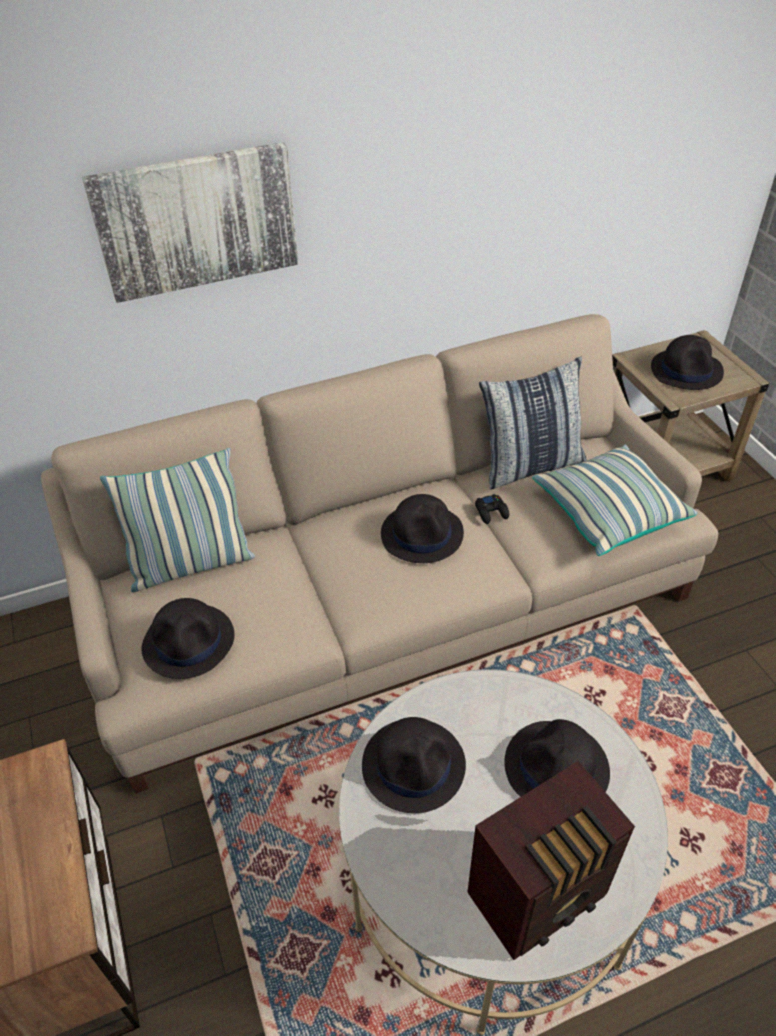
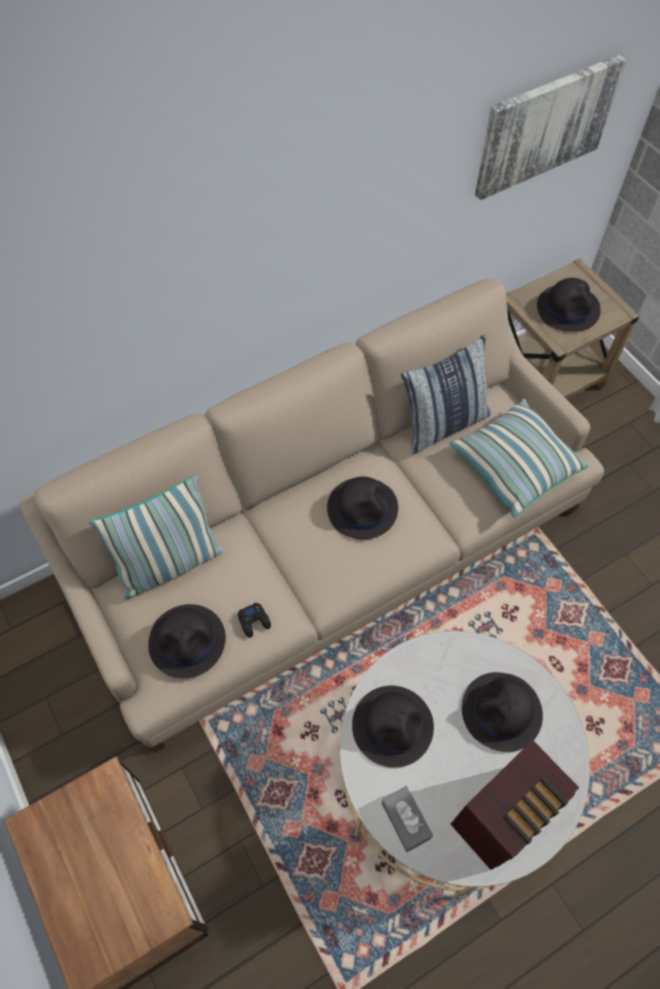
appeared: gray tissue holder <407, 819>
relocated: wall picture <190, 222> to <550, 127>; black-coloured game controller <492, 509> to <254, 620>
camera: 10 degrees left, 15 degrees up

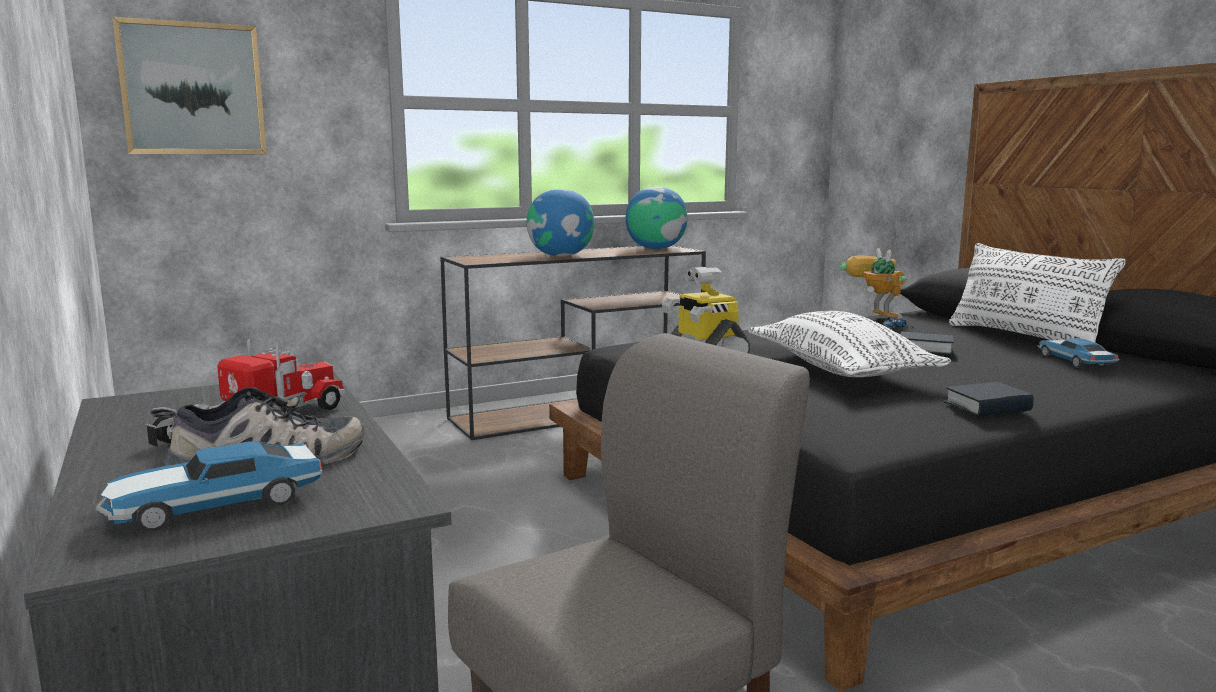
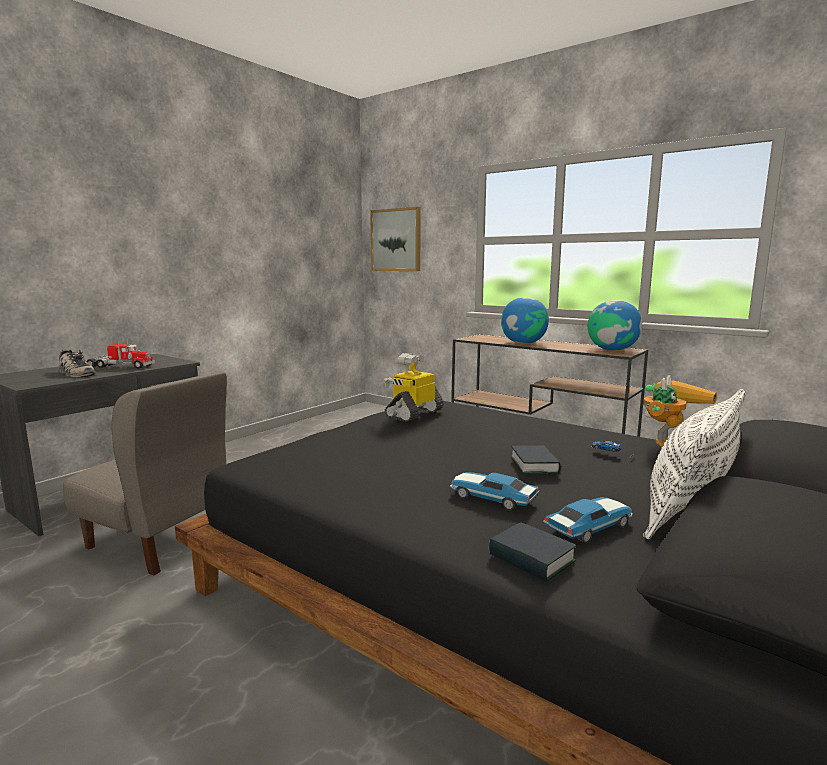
missing: whitish throw pillow <849, 344>
relocated: model car <209, 486> to <494, 491>; bound book <989, 399> to <533, 552>
camera: 65 degrees right, 0 degrees up

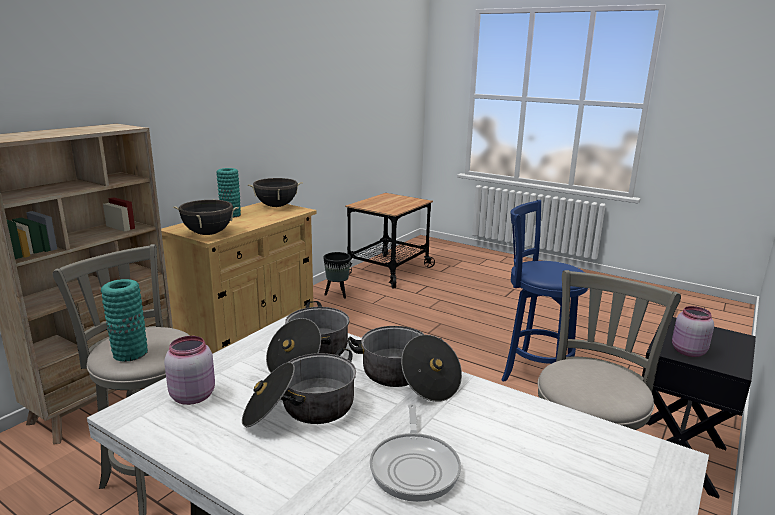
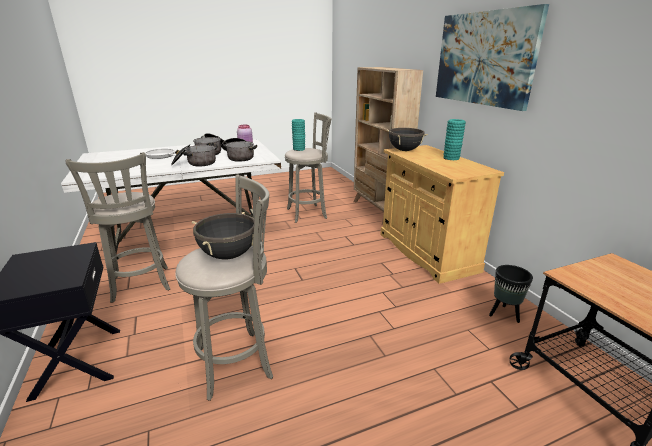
missing: pink-coloured storage jar <693, 331>
appeared: wall picture <492, 57>
relocated: black-coloured saucepot <275, 192> to <223, 235>
colour: blue-coloured stool seat <544, 291> to gray stool seat <224, 288>
camera: 125 degrees right, 5 degrees up

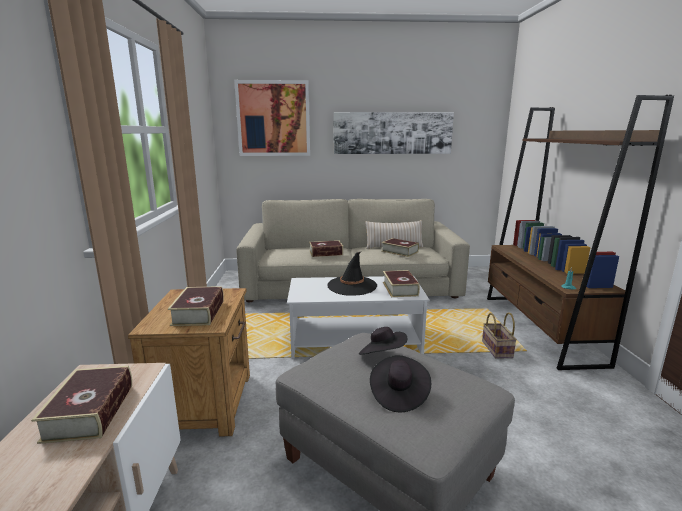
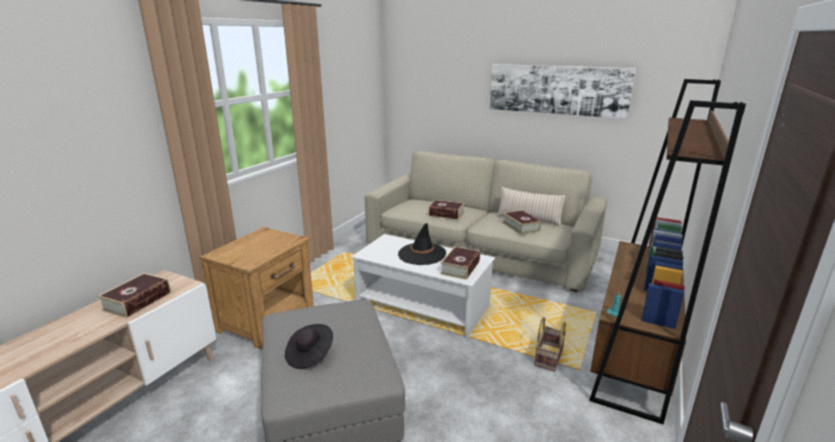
missing: bound book <196, 306>; wall picture <272, 118>; black-coloured clothing hat <383, 341>
camera: 30 degrees right, 5 degrees up

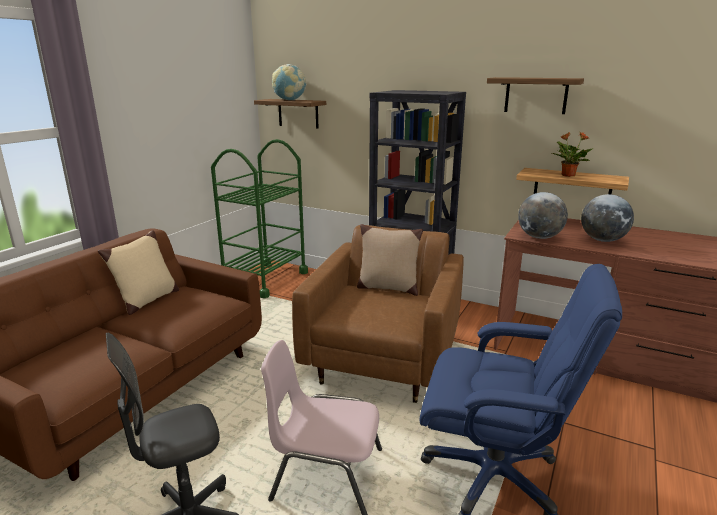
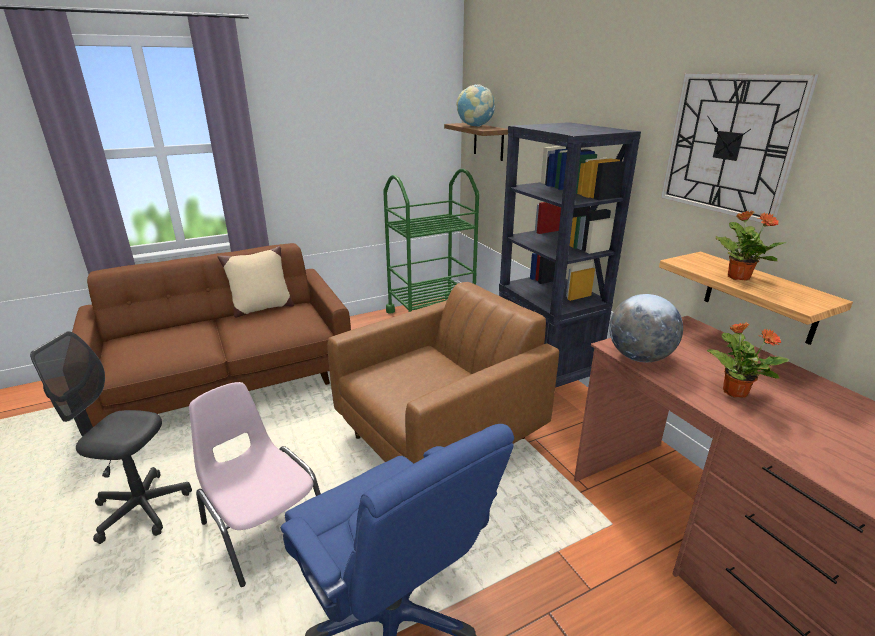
missing: sand-coloured throw pillow <390, 260>
exchanged: shelf <535, 95> to wall clock <740, 148>; world globe <607, 218> to houseplant <748, 360>
camera: 35 degrees right, 5 degrees up

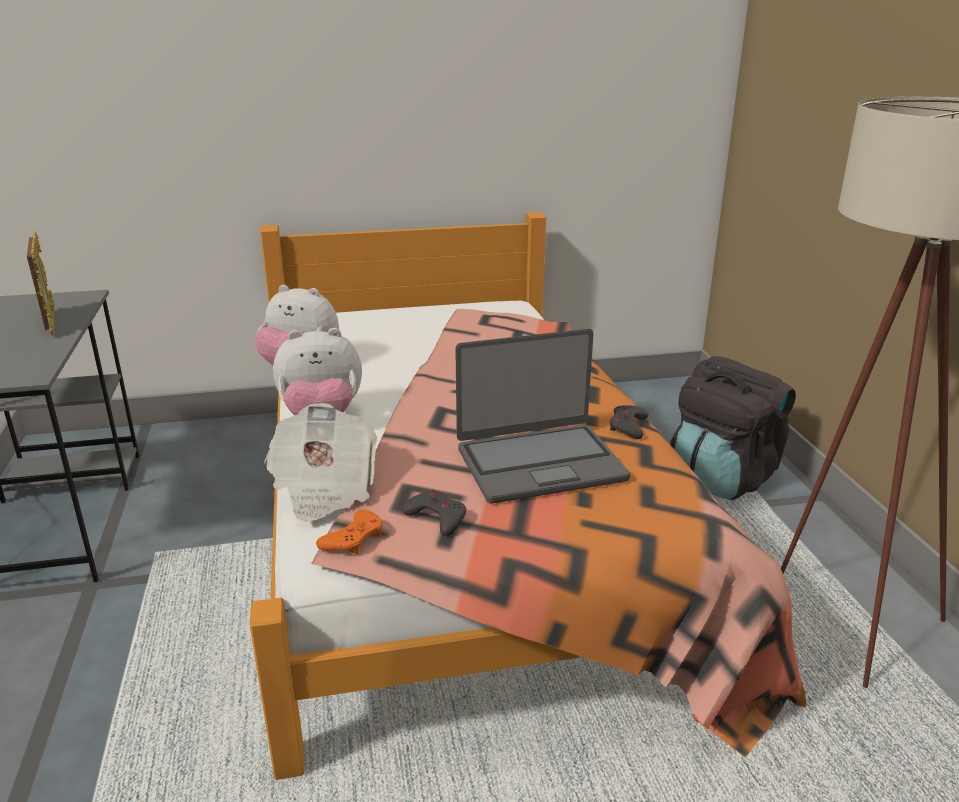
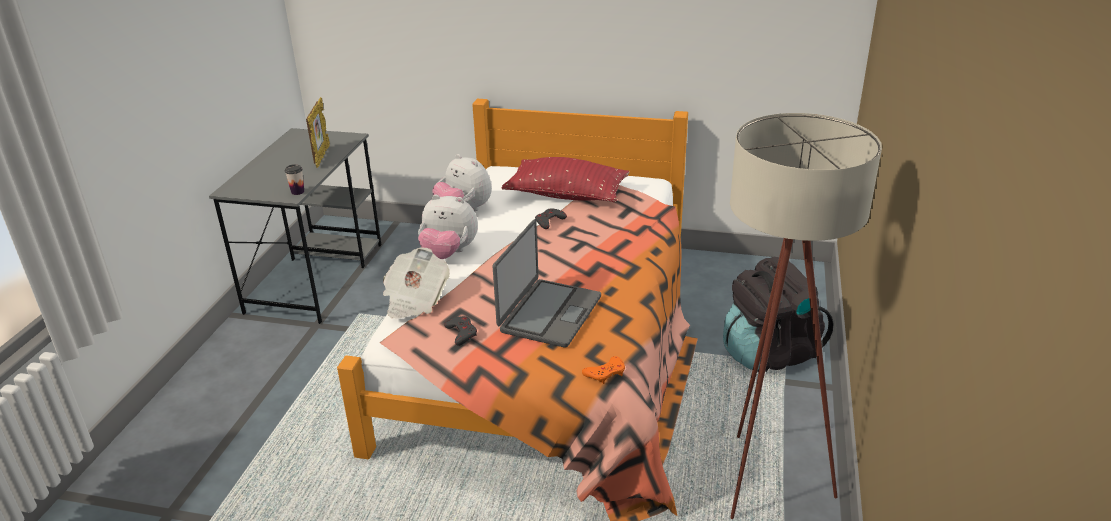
appeared: cup <294, 179>; reddish throw pillow <565, 179>
relocated: orangey game controller <349, 532> to <603, 370>; gray game controller <629, 422> to <551, 218>
spun: laptop <542, 416> = <546, 283> 75 degrees counterclockwise
camera: 25 degrees right, 5 degrees up

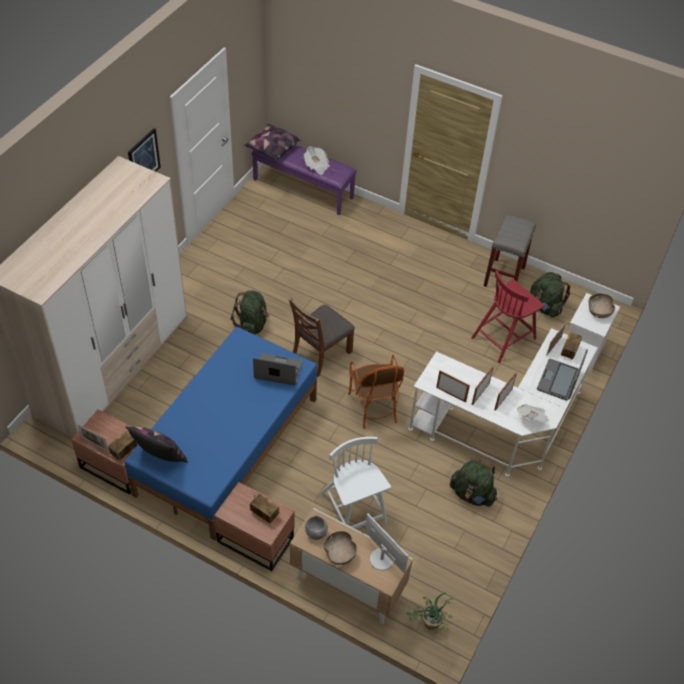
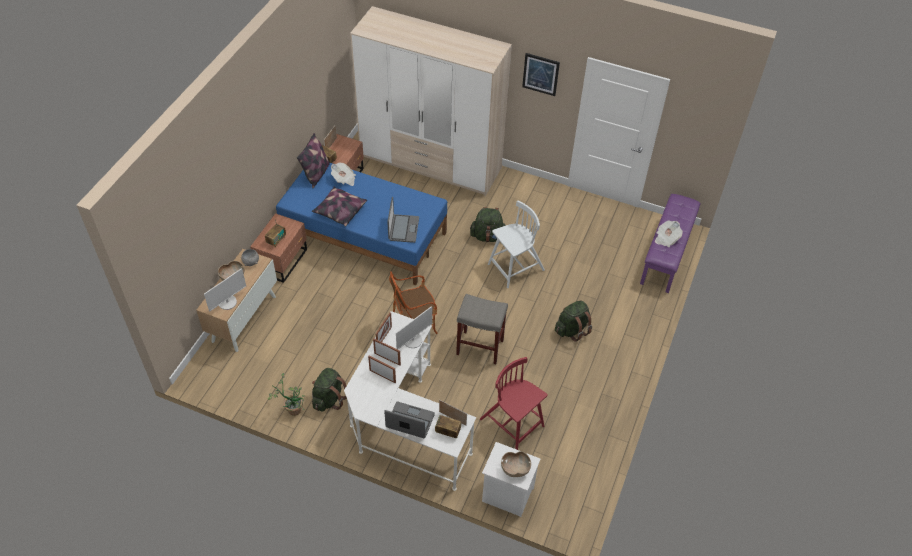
missing: brownish chair <322, 337>
appeared: monitor <414, 328>
relocated: throw pillow <272, 143> to <339, 207>; whitish chair <355, 483> to <516, 244>; houseplant <430, 611> to <286, 394>; gray stool seat <509, 251> to <482, 329>; printed paper <532, 413> to <343, 174>; greenish knapsack <550, 295> to <573, 321>
camera: 85 degrees right, 0 degrees up

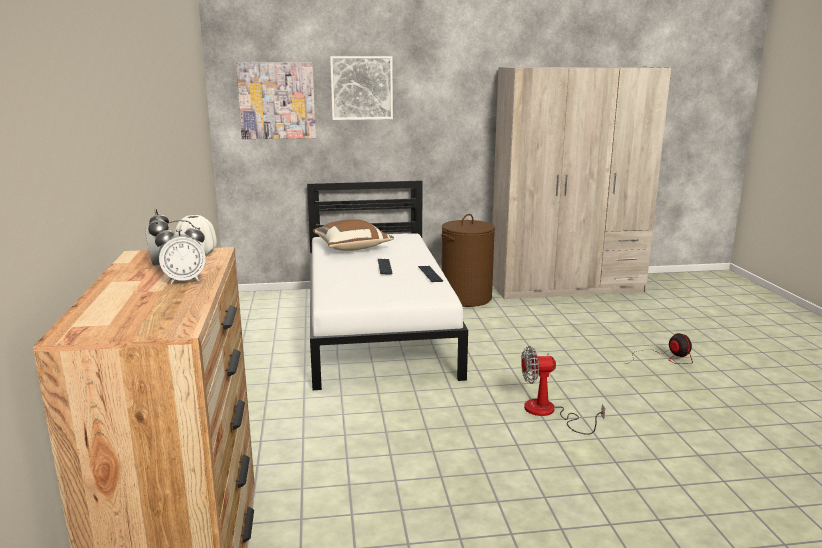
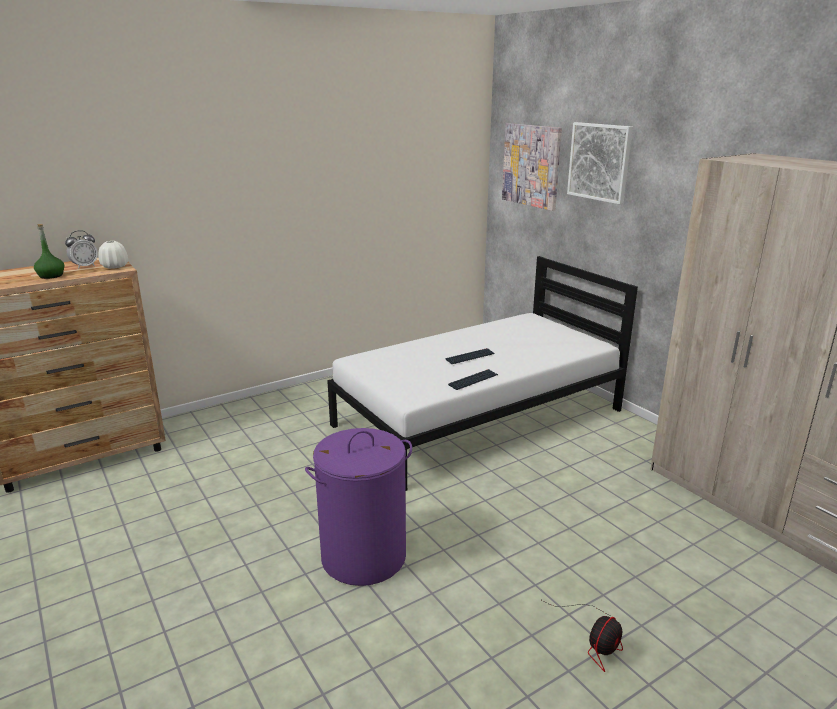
missing: brownish throw pillow <353, 235>; brownish laundry basket <468, 260>
exchanged: table clock <180, 252> to greenish bottle <49, 251>; cooling fan <563, 390> to purple laundry basket <358, 507>
camera: 65 degrees right, 5 degrees up

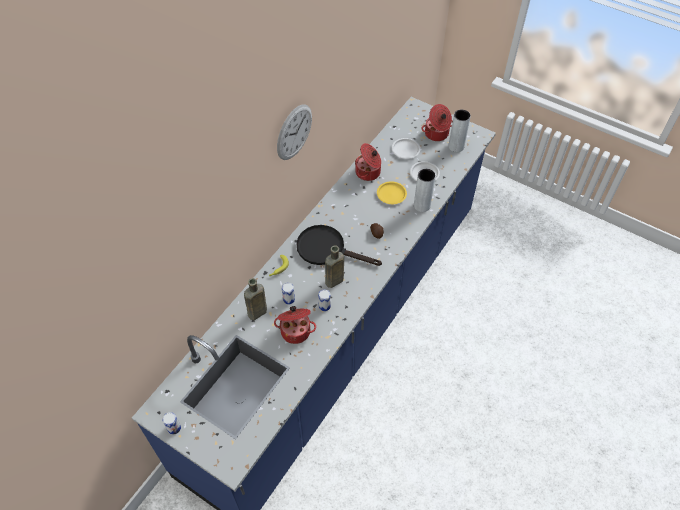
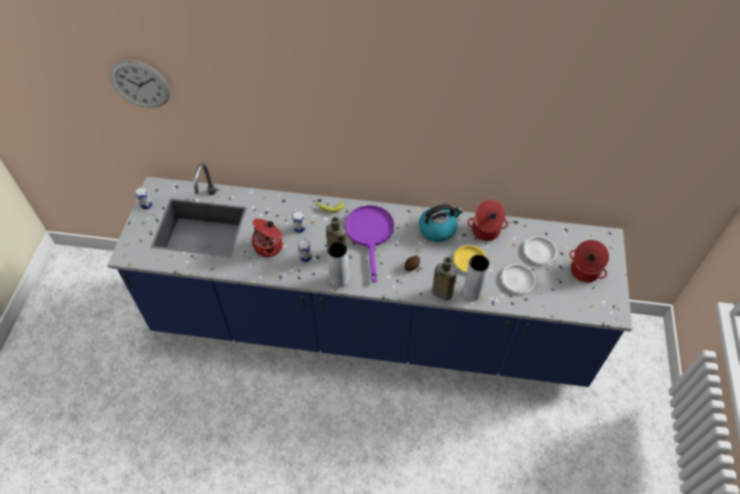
appeared: tea kettle <441, 223>
relocated: brownish bottle <255, 299> to <444, 278>; wall clock <294, 132> to <140, 84>; gray flower vase <459, 131> to <338, 264>
colour: black-coloured pan <339, 245> to purple pan <369, 244>
camera: 65 degrees right, 0 degrees up

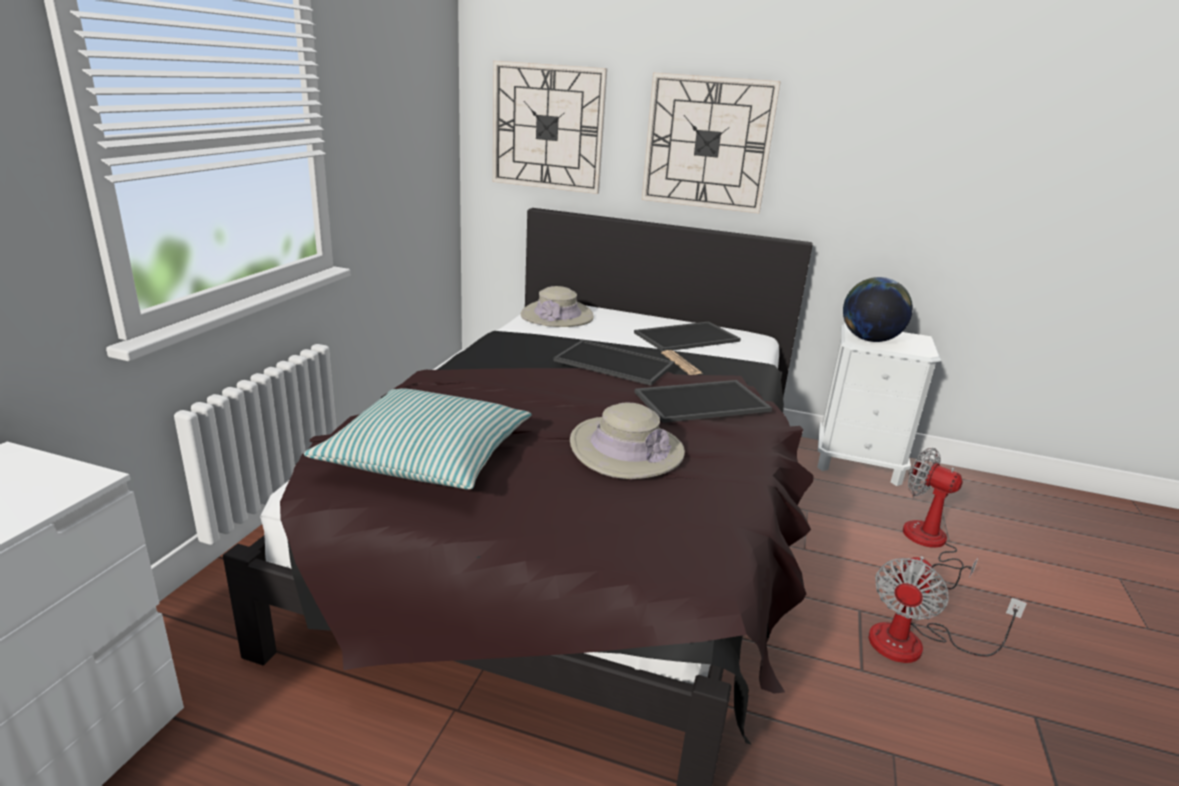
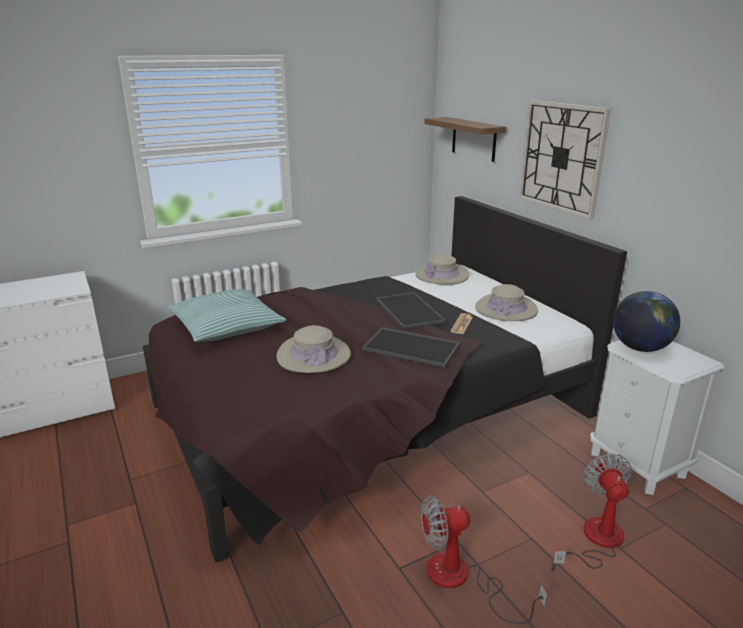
exchanged: wall clock <550, 127> to shelf <465, 139>; tray <687, 336> to sand-coloured clothing hat <506, 302>
camera: 45 degrees right, 0 degrees up

